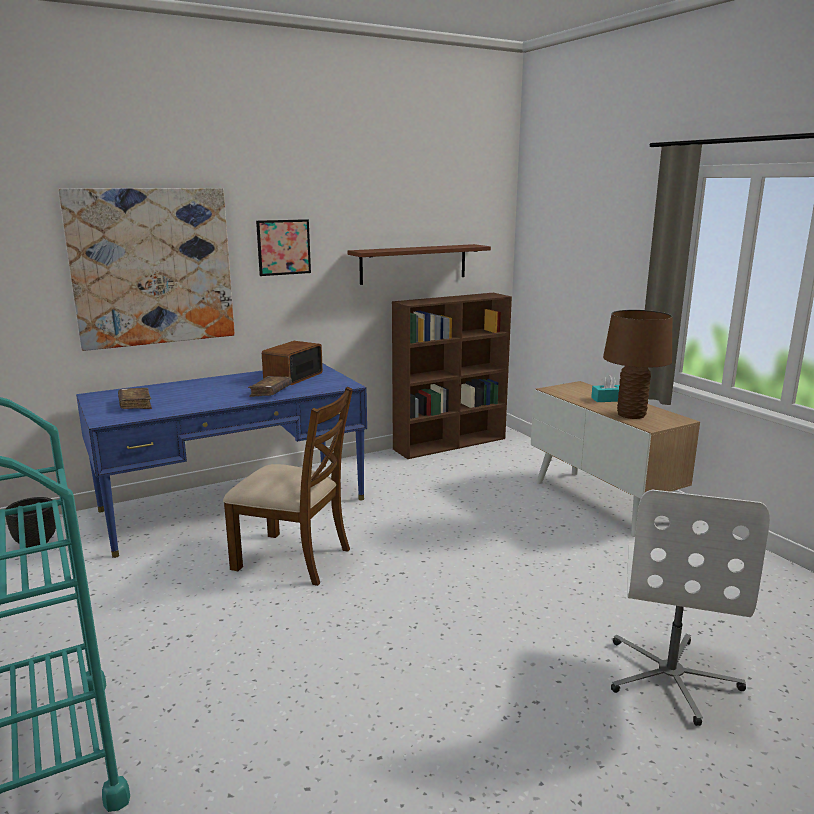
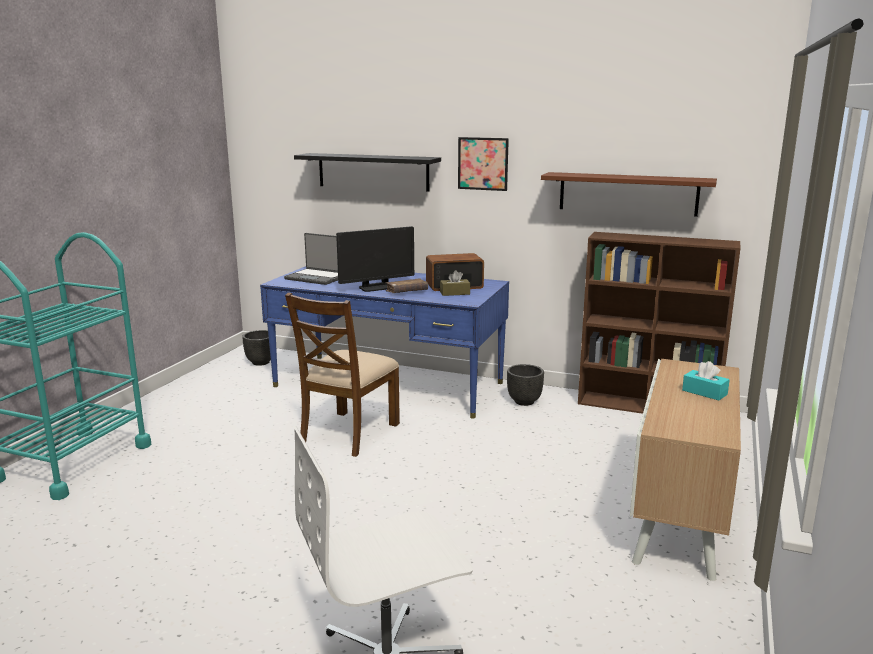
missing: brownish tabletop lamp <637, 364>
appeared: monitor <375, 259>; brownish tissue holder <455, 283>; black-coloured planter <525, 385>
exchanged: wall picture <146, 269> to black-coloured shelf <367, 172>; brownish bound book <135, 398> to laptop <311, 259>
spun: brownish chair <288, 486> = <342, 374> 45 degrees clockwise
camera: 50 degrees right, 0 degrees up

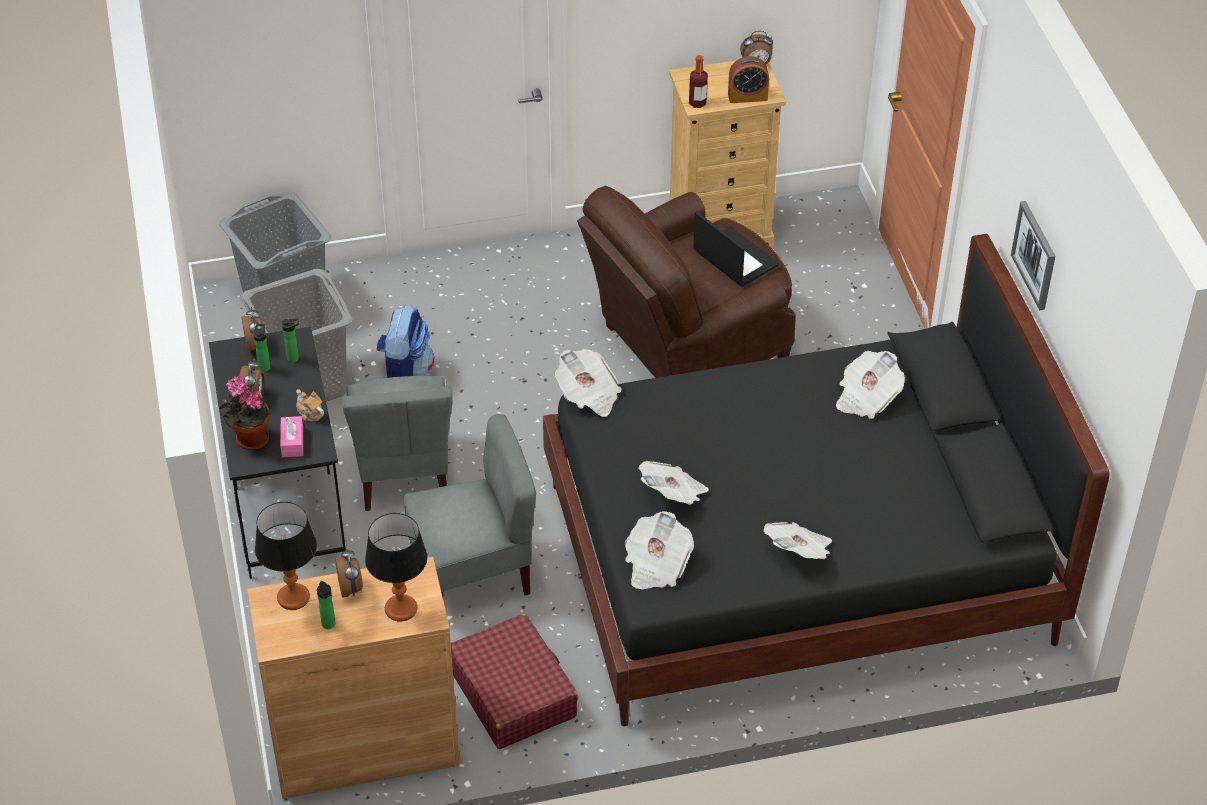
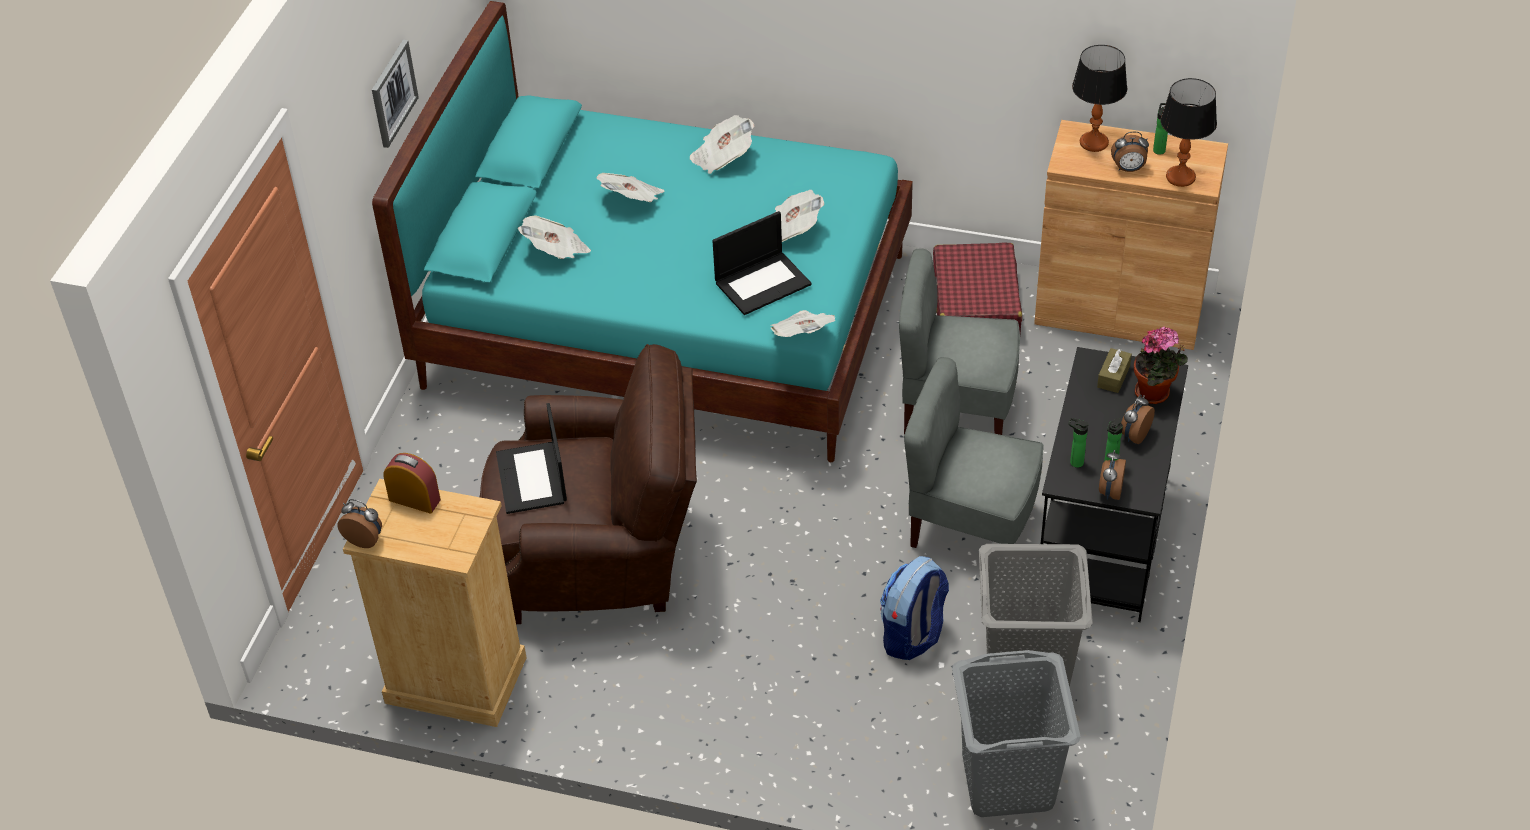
missing: teapot <310, 405>; bottle <698, 81>
appeared: laptop <761, 263>
relocated: printed paper <659, 550> to <631, 187>
colour: pink-coloured tissue holder <291, 436> to brownish tissue holder <1114, 370>; black-coloured bed <826, 480> to turquoise-coloured bed <642, 231>
spun: table clock <349, 573> = <1130, 152> 105 degrees counterclockwise; gray chair <397, 443> = <974, 452> 90 degrees counterclockwise
camera: 150 degrees left, 0 degrees up

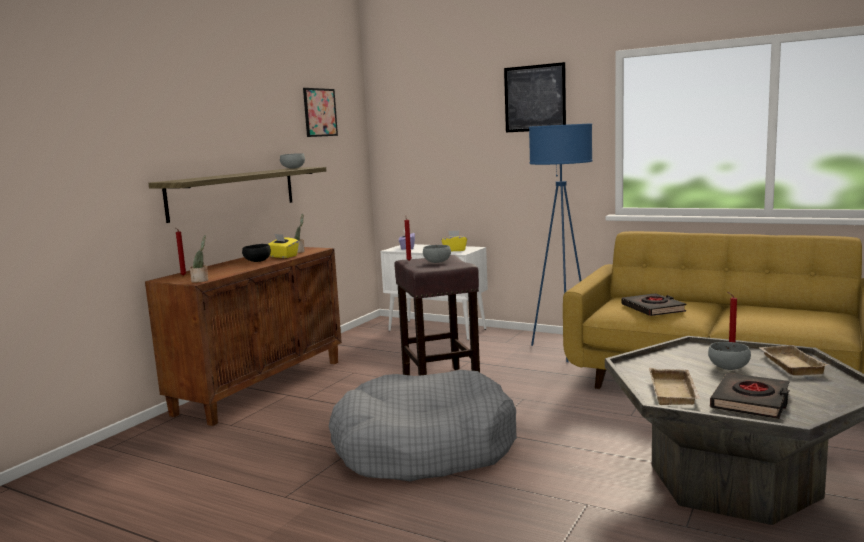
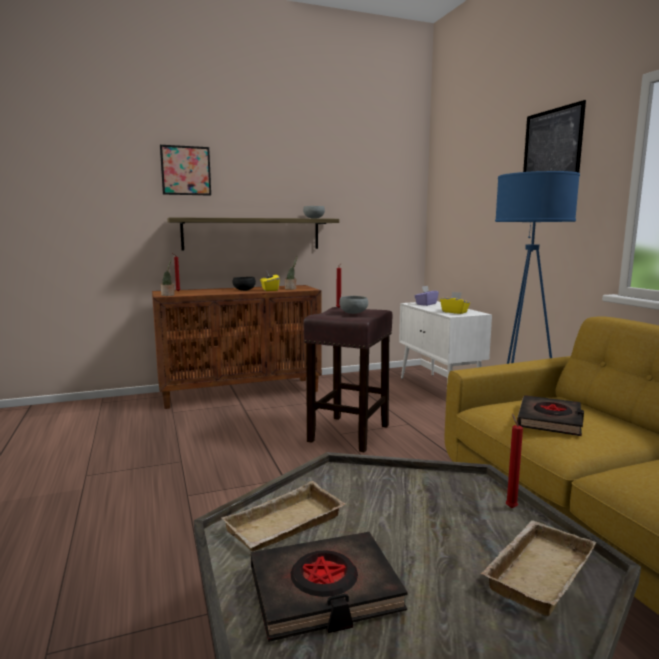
missing: gray dog bed <423, 426>; gray bowl <729, 356>
relocated: wall picture <320, 112> to <185, 170>
camera: 40 degrees right, 0 degrees up

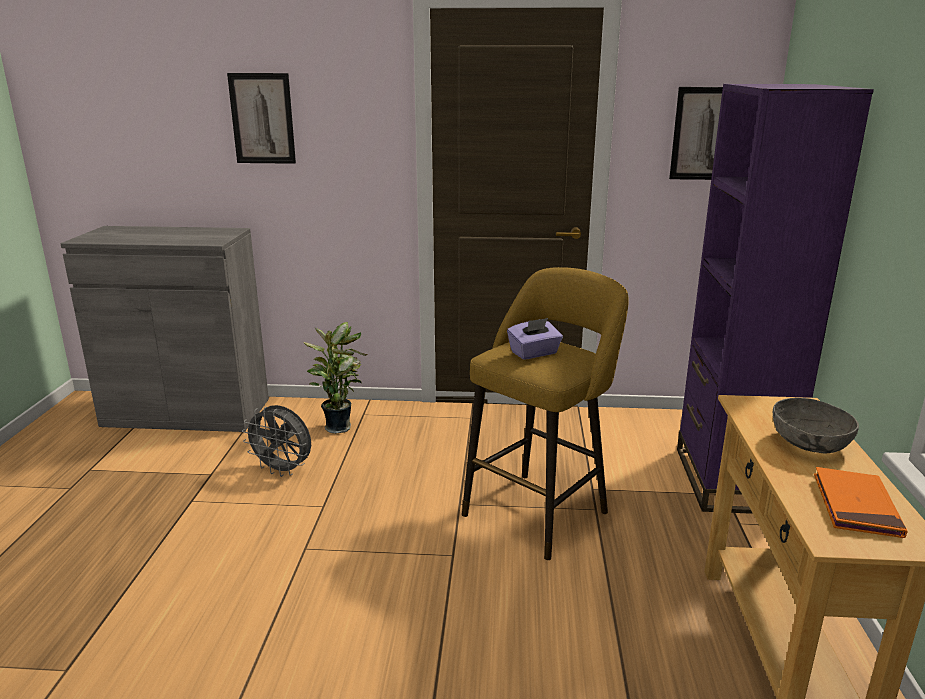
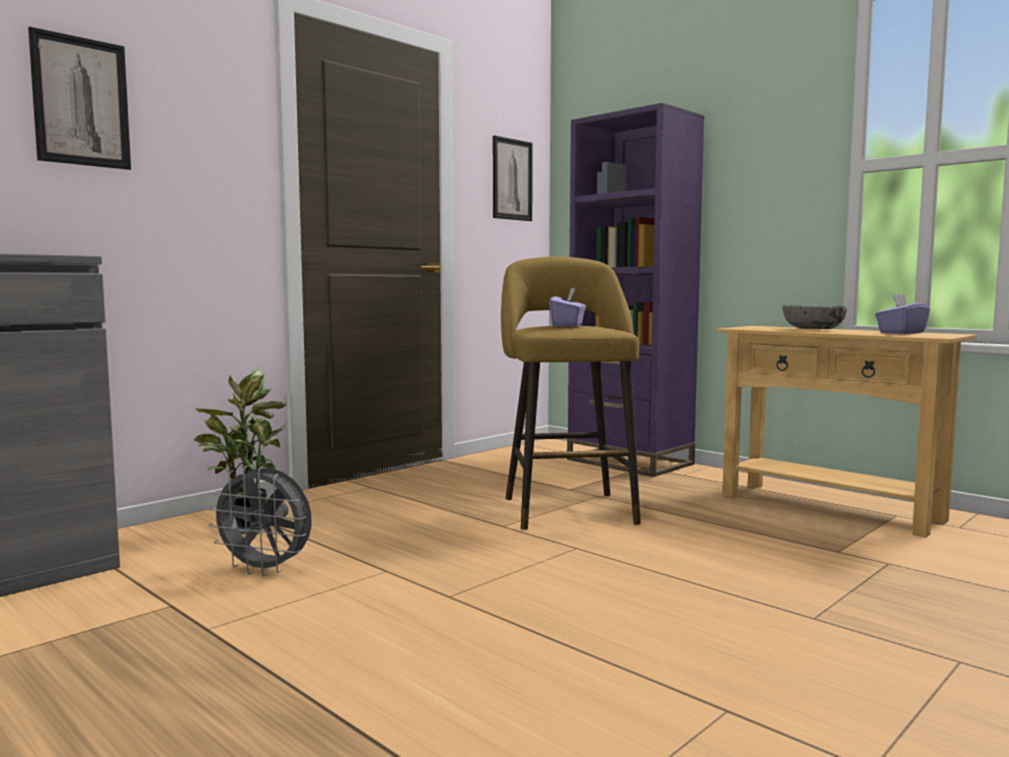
exchanged: orangey bound book <861, 502> to purple tissue holder <902, 314>
spun: gray cooling fan <276, 441> = <260, 521> 45 degrees clockwise
camera: 50 degrees left, 15 degrees down

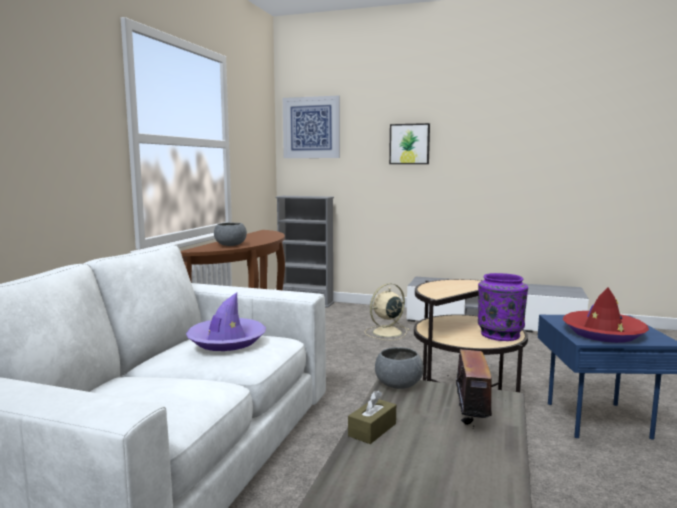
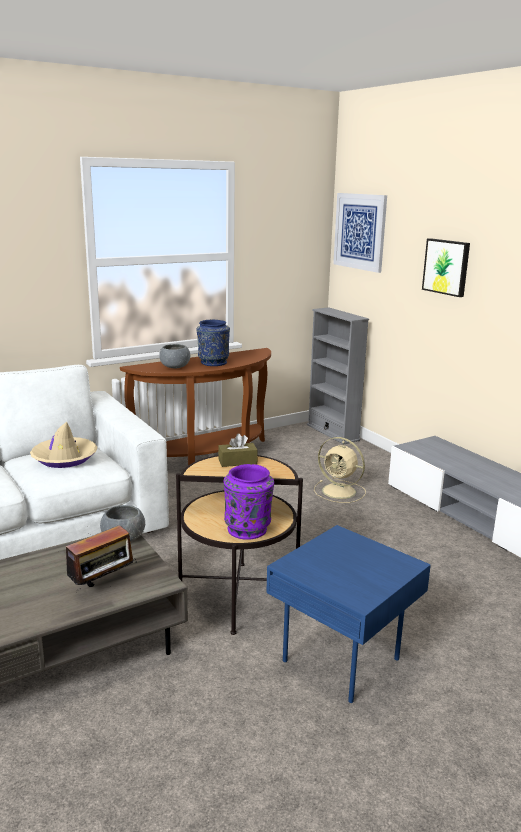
missing: reddish clothing hat <606, 315>
appeared: blue-coloured flower vase <213, 343>
relocated: brownish tissue holder <372, 417> to <238, 450>
colour: purple clothing hat <226, 321> to sand-coloured clothing hat <64, 445>
spun: sand-coloured cooling fan <387, 311> = <340, 470> 150 degrees counterclockwise
camera: 40 degrees right, 10 degrees up

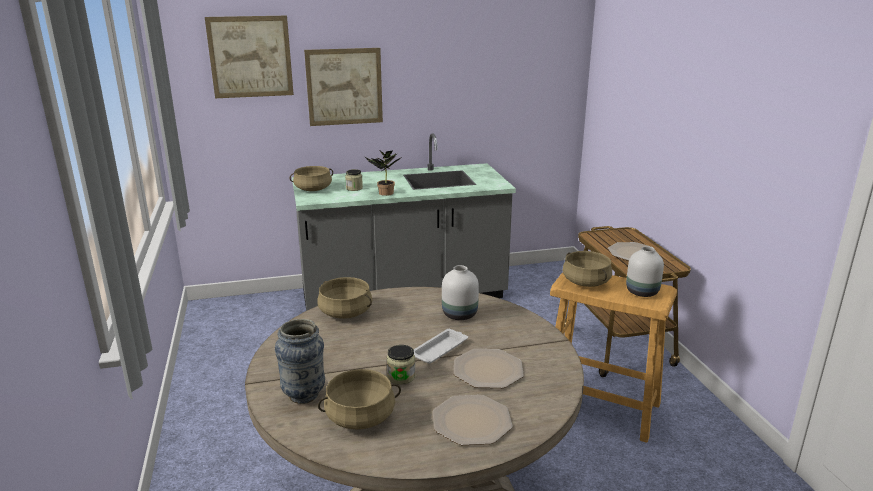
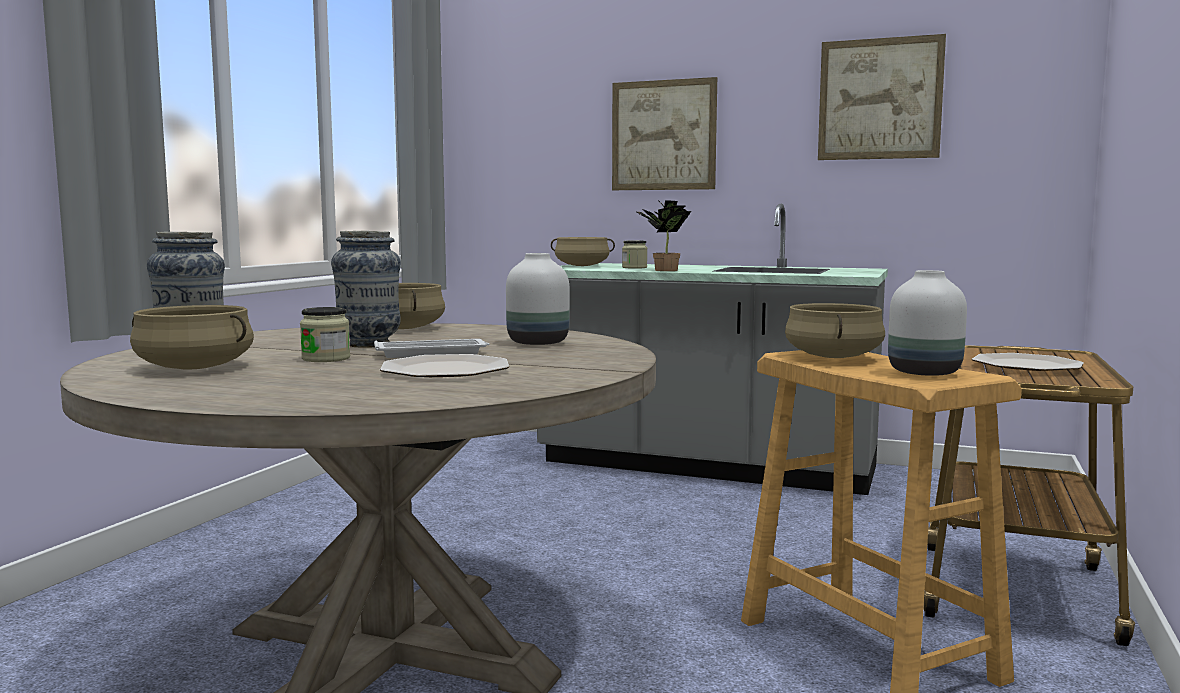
missing: dinner plate <472, 420>
appeared: flower vase <366, 289>
relocated: wall picture <249, 57> to <882, 97>
camera: 35 degrees right, 15 degrees down

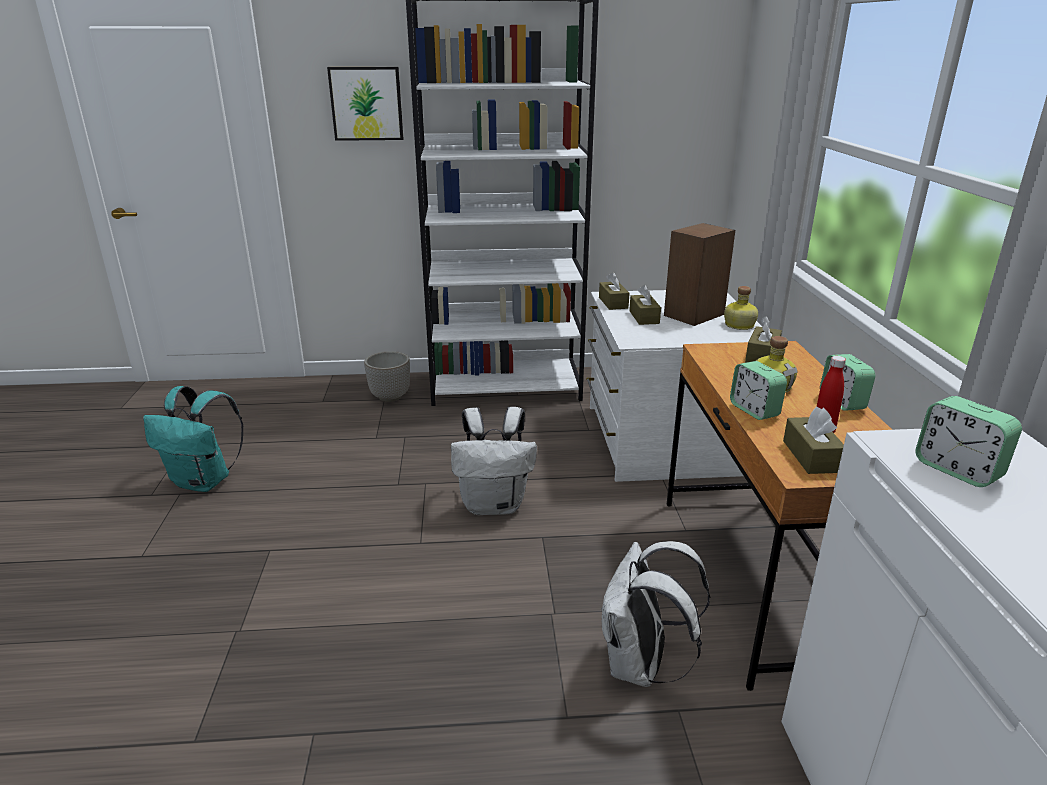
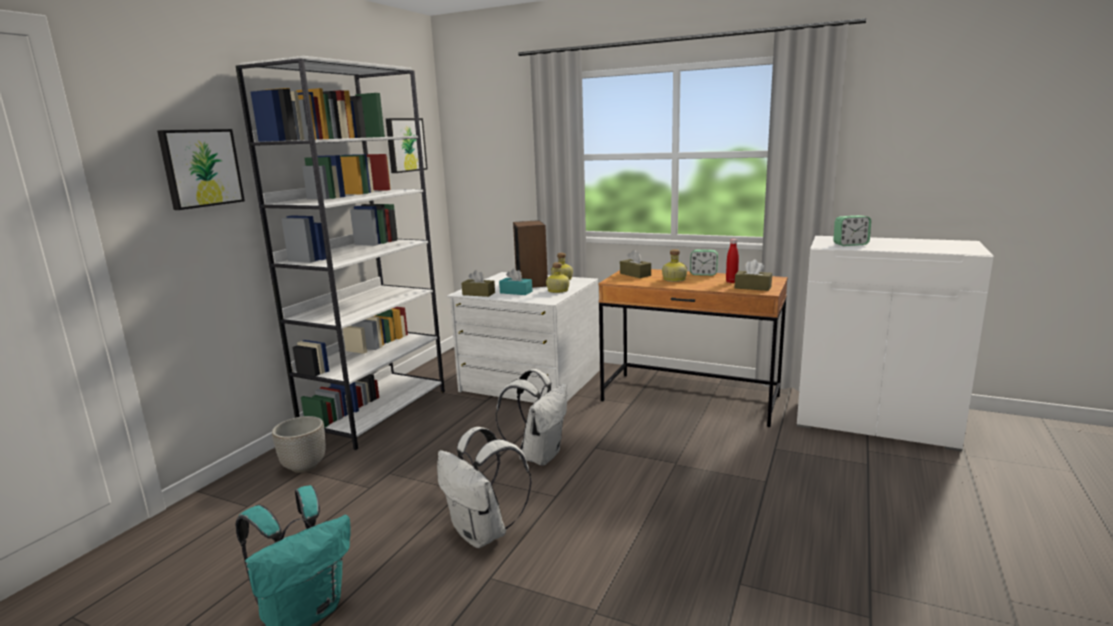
missing: table clock <758, 390>
appeared: wall picture <407, 145>; bottle <558, 277>
relocated: whitish knapsack <655, 614> to <484, 487>
colour: brownish tissue holder <645, 305> to turquoise-coloured tissue holder <515, 281>
camera: 60 degrees left, 10 degrees down

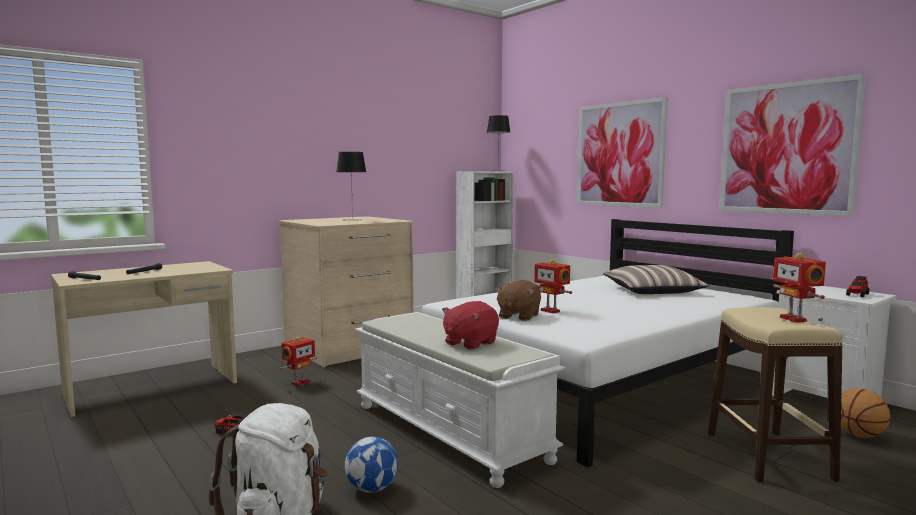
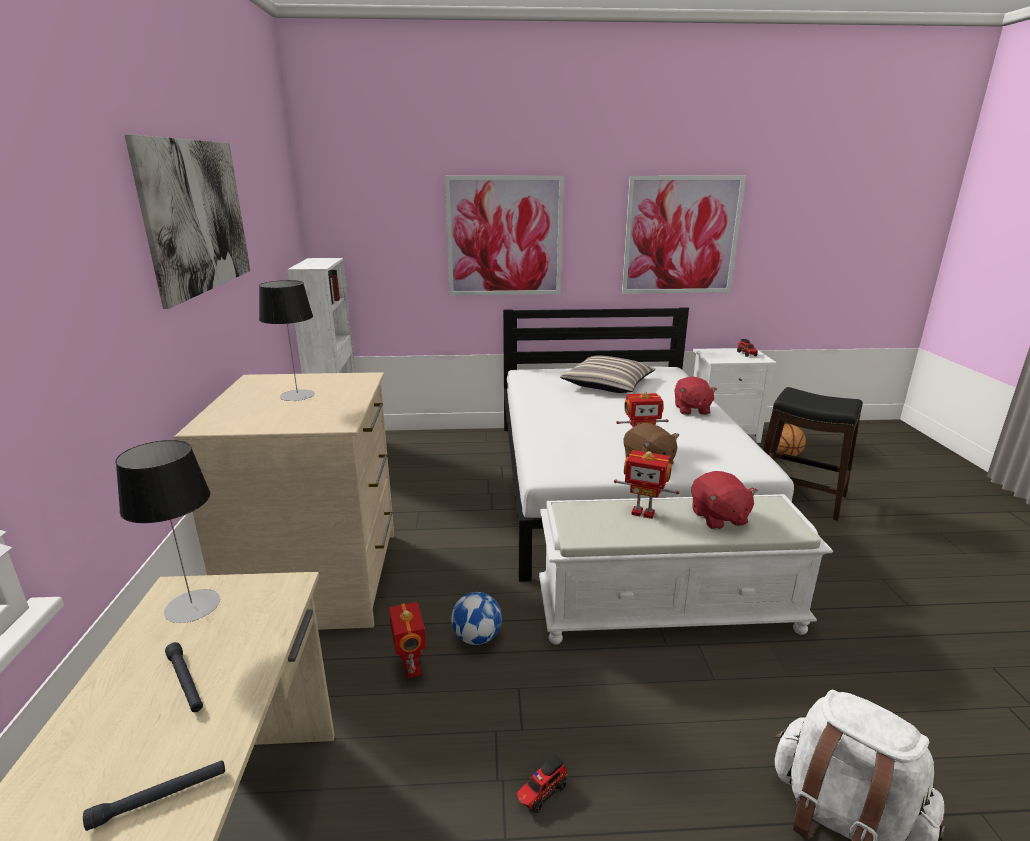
appeared: wall picture <187, 221>; reddish plush toy <695, 395>
relocated: football ball <371, 464> to <476, 618>; tabletop lamp <498, 142> to <167, 531>; robot figure <799, 287> to <646, 484>
colour: sand-coloured stool seat <775, 394> to black-coloured stool seat <813, 454>
camera: 55 degrees left, 15 degrees up

